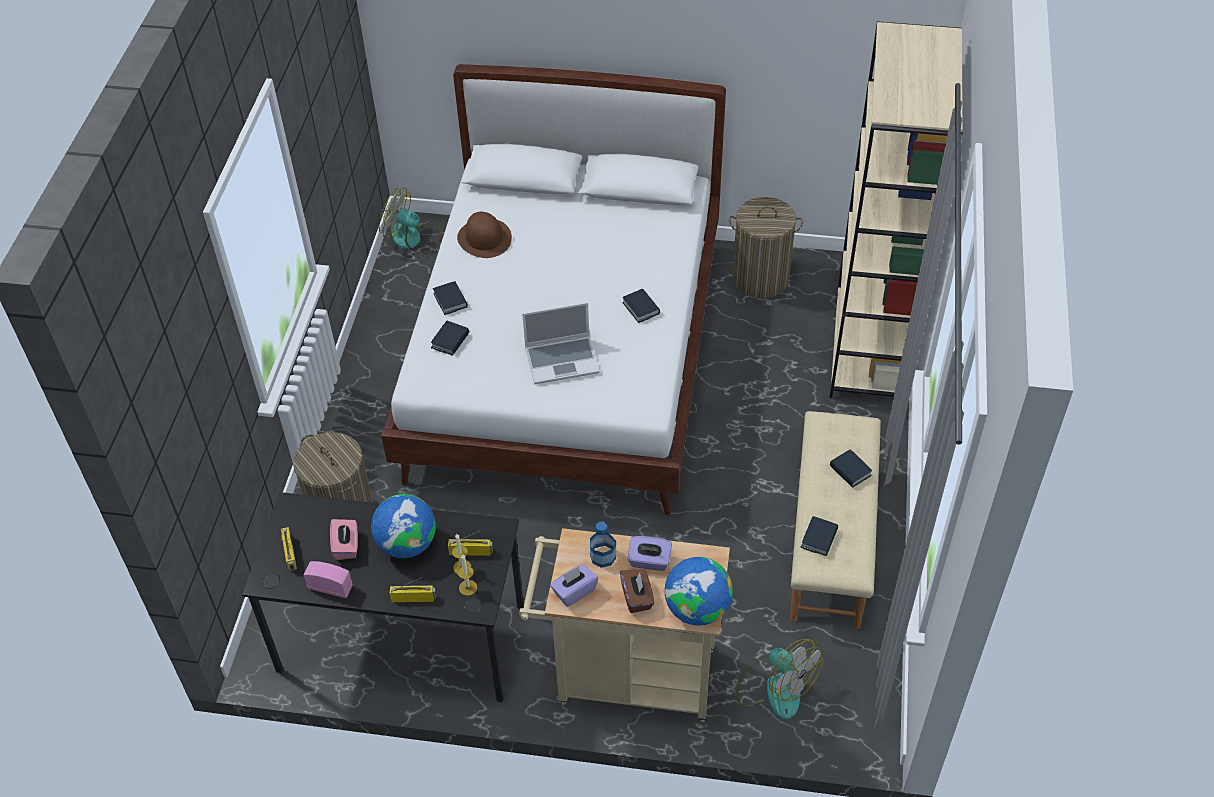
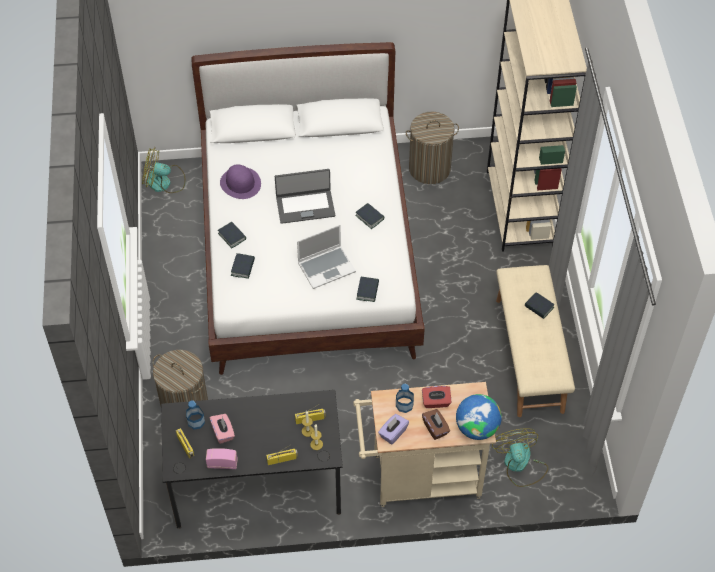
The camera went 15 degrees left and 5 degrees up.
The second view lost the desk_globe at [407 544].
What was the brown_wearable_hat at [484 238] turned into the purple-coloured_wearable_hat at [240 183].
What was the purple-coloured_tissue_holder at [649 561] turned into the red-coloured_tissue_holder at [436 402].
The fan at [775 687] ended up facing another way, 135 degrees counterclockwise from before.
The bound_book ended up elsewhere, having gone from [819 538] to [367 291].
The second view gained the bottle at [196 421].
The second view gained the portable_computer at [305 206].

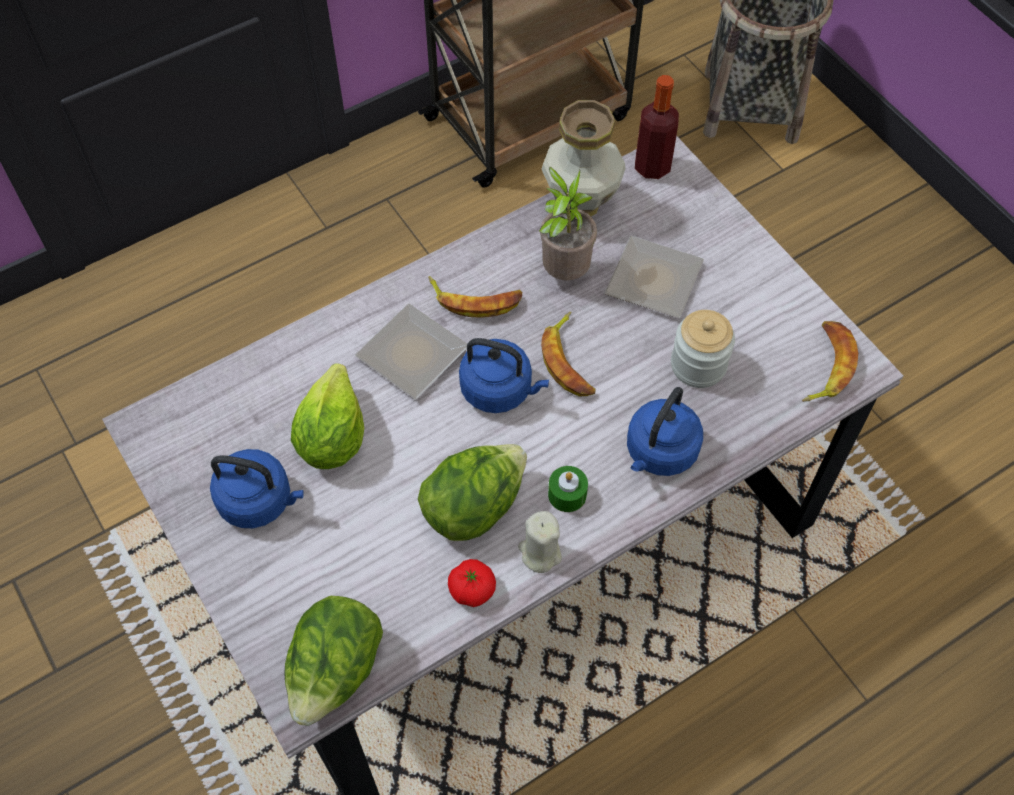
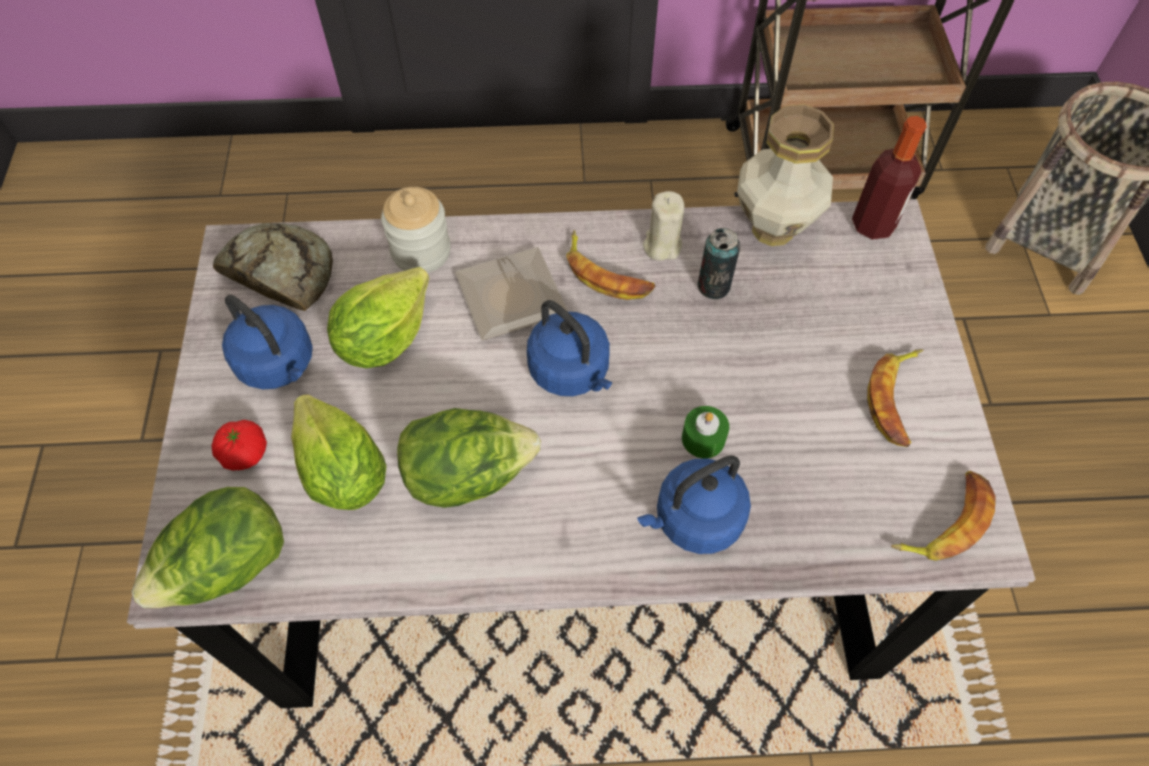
The camera went 30 degrees right and 0 degrees up.
The whole_tomato ended up elsewhere, having gone from [472 589] to [245 453].
The beige_candle ended up elsewhere, having gone from [540 553] to [662 245].
Where the houseplant stood at [564 271], the can came to stand at [713 286].
The banana ended up elsewhere, having gone from [569 361] to [896 400].
The green_candle ended up elsewhere, having gone from [567 494] to [703 438].
The second view lost the flat_dish at [655 283].
The storage_jar ended up elsewhere, having gone from [698 365] to [421 251].
The second view gained the baked_bread at [280 271].
The second view gained the head_of_lettuce at [343 473].

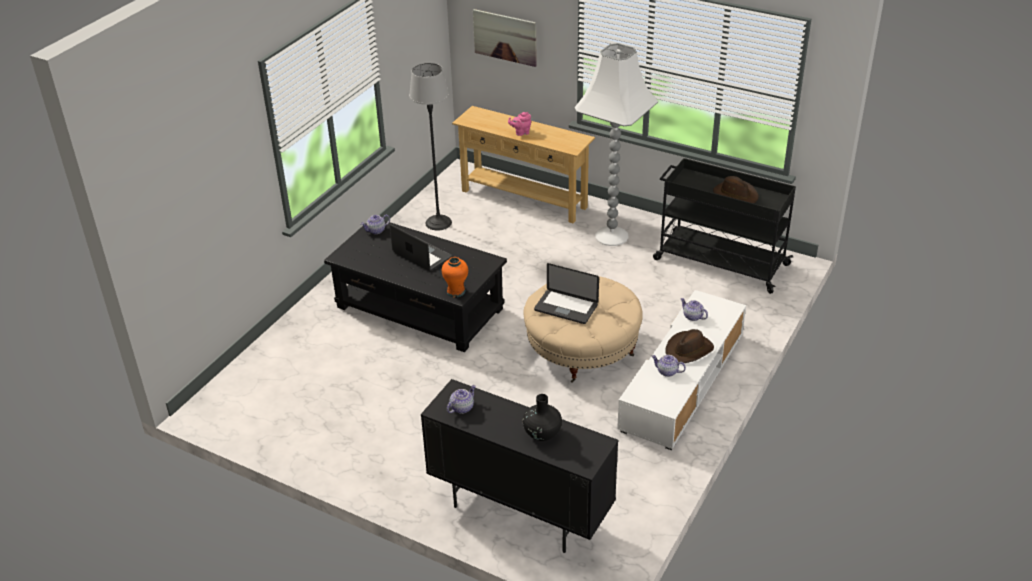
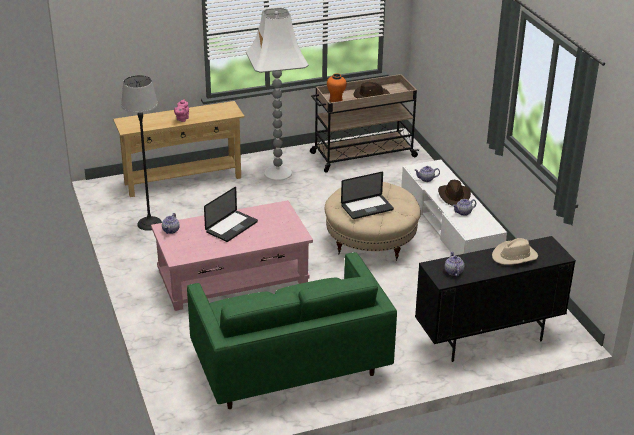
The camera went 50 degrees left and 5 degrees down.
What was the blackish_lounge_table at [419 307] turned into the pink_lounge_table at [232 277].
The portable_computer at [422 255] ended up facing another way, 135 degrees clockwise from before.
The orange_flower_vase ended up elsewhere, having gone from [456 292] to [336 101].
The second view lost the picture at [505 37].
Where the blackish_flower_vase stood at [542 433], the beige_wearable_hat came to stand at [514 256].
What was the blackish_cart at [719 262] turned into the beige_cart at [362 155].
The second view gained the green_sofa at [289 364].

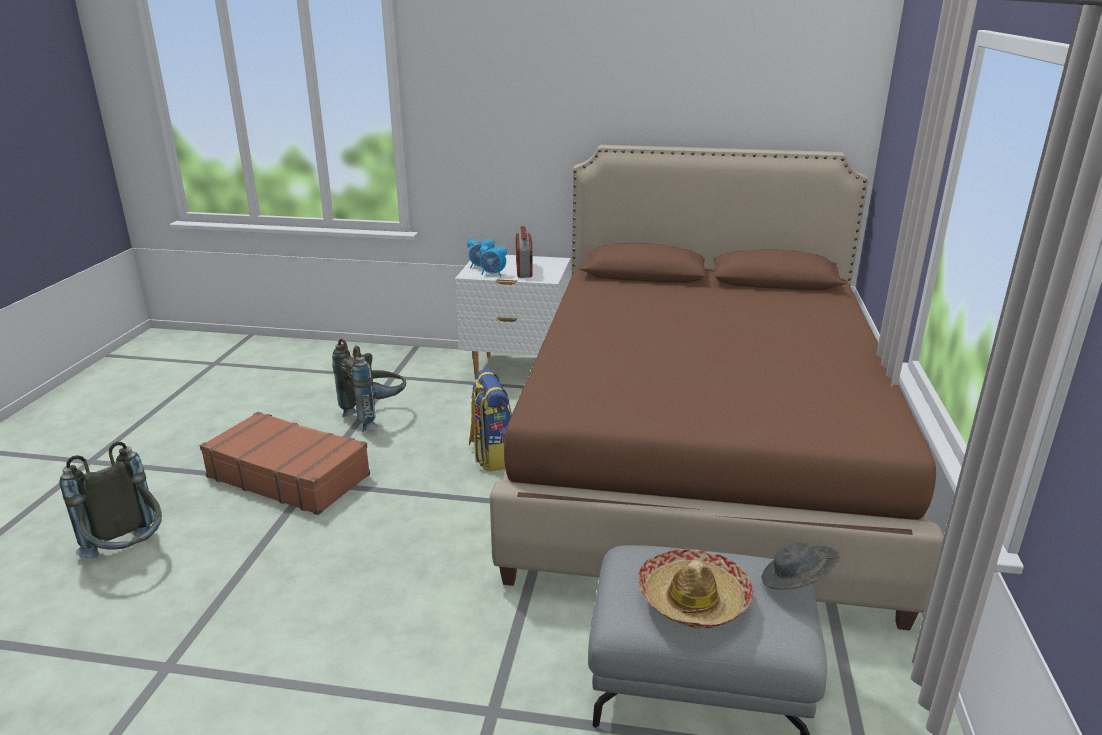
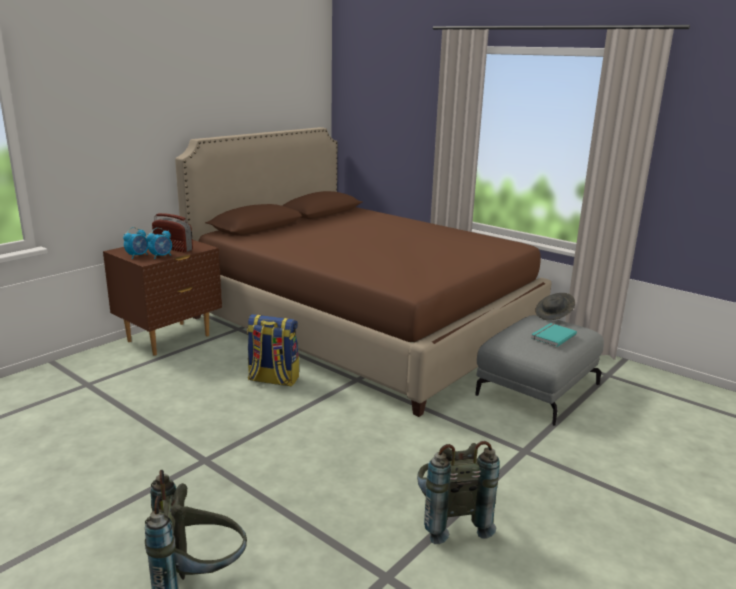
The camera went 60 degrees left and 5 degrees down.
The second view lost the brown_travel_case at [289 476].
The gray_knapsack ended up elsewhere, having gone from [376 416] to [449 520].
What was the white-coloured_nightstand at [516 370] turned into the brown_nightstand at [169 339].
Where the wearable_hat stood at [693 599], the blue-green_bound_book came to stand at [552 336].

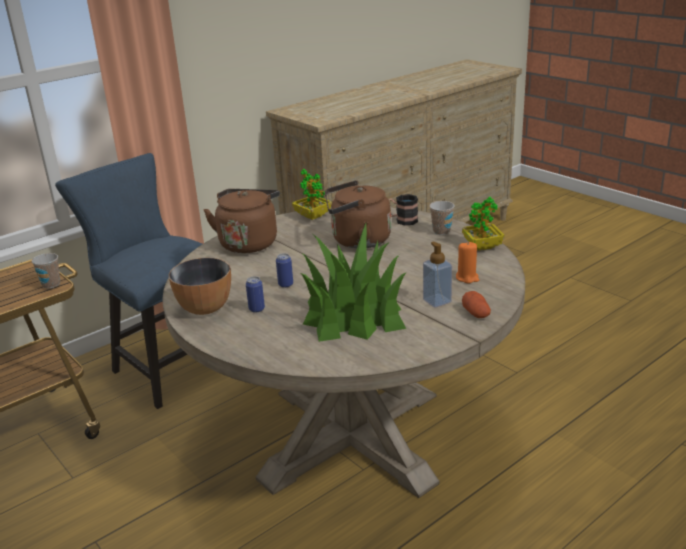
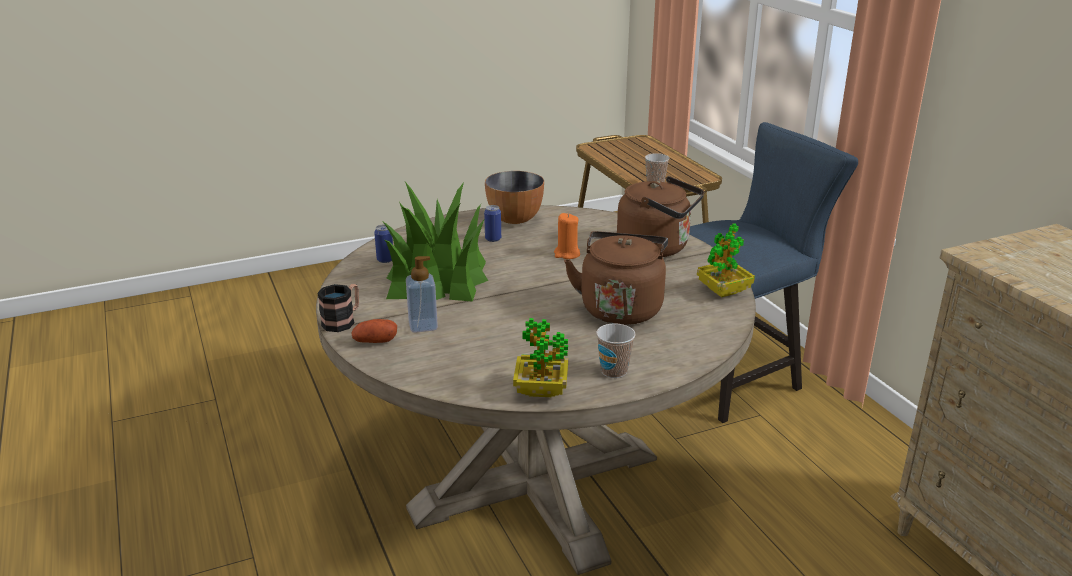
The camera went 105 degrees right and 0 degrees up.
The can ended up elsewhere, having gone from [285 284] to [385 260].
The tea_mug ended up elsewhere, having gone from [402 220] to [343 321].
The orange_candle ended up elsewhere, having gone from [467 278] to [567 254].

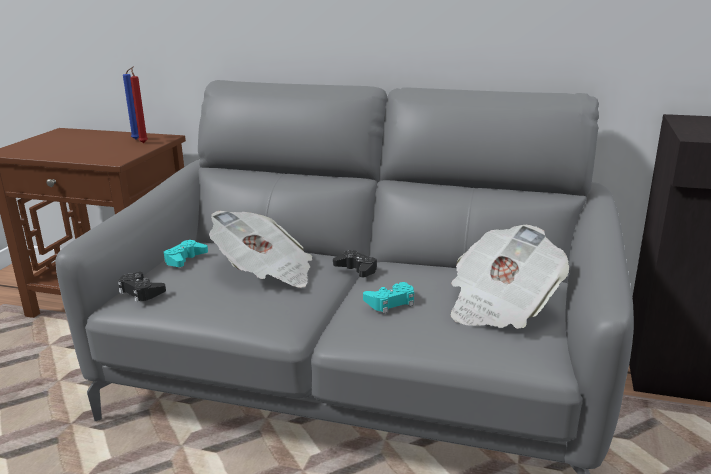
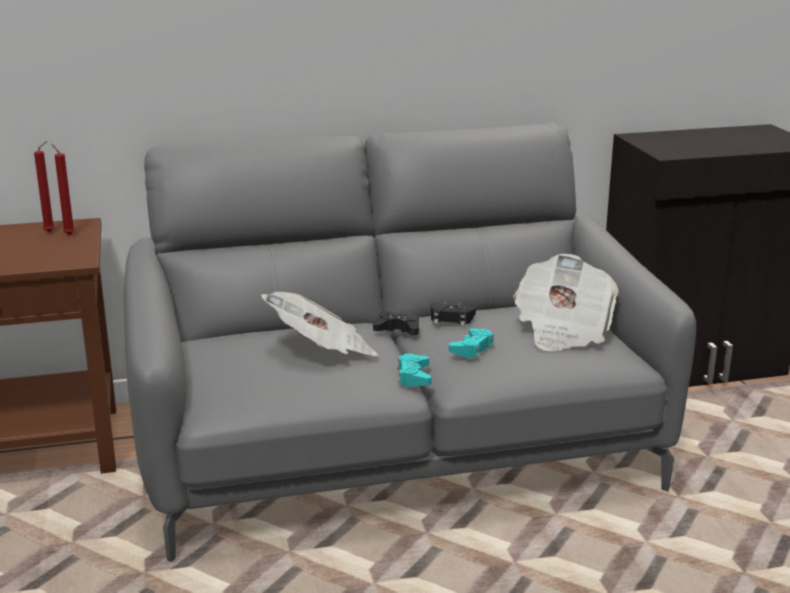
The camera went 30 degrees left and 0 degrees up.
The blackish_game_controller ended up elsewhere, having gone from [141 292] to [451 318].
What was the blue_candle at [137 139] turned into the red-coloured_candle at [51 231].
The blue-green_game_controller ended up elsewhere, having gone from [185 259] to [414 376].

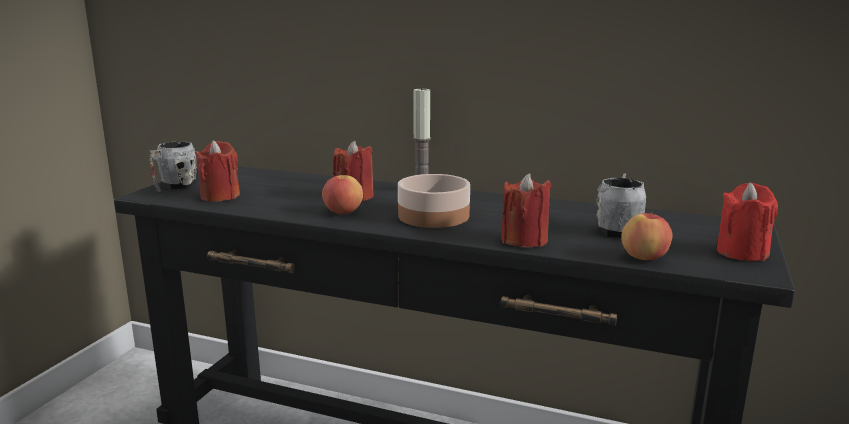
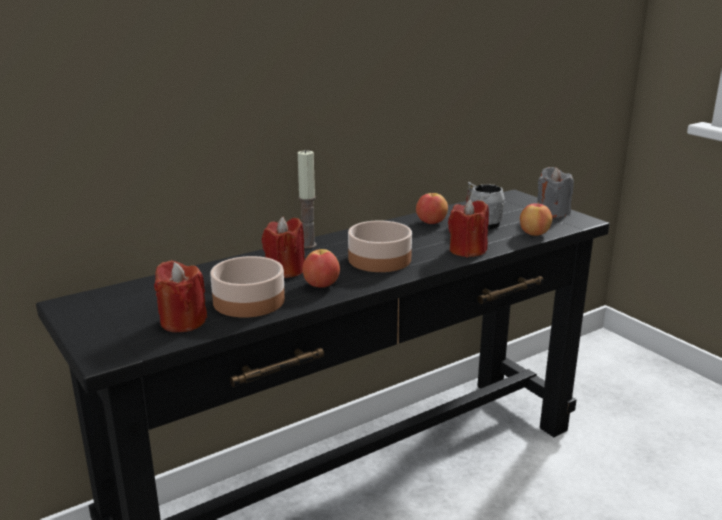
The camera went 55 degrees left and 5 degrees up.
The second view lost the gray_tea_mug at [174 186].
What was the red-coloured_candle at [742 252] turned into the gray_candle at [552 212].
The second view gained the serving_bowl at [250 301].
The second view gained the whole_apple at [431 222].

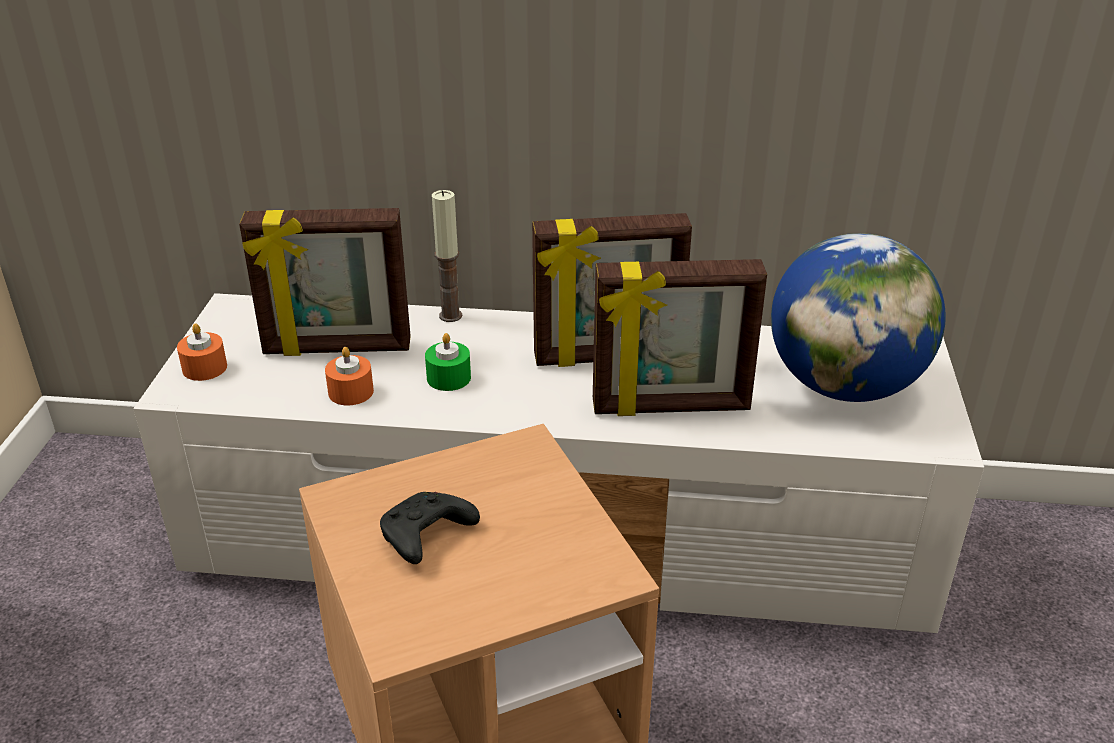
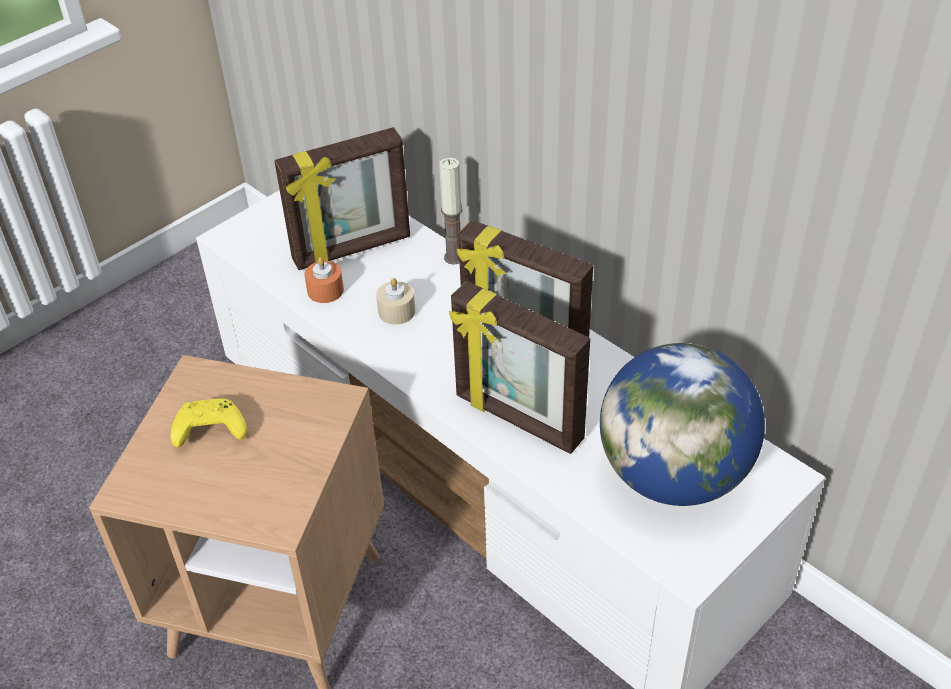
The camera went 40 degrees right and 10 degrees up.
The second view lost the orange_candle at [204 368].
The standing_frame at [337 349] ended up facing another way, 60 degrees counterclockwise from before.
What was the blackish_game_controller at [425 538] turned into the yellow-coloured_game_controller at [209 431].
What was the green_candle at [448 378] turned into the beige_candle at [396 311].

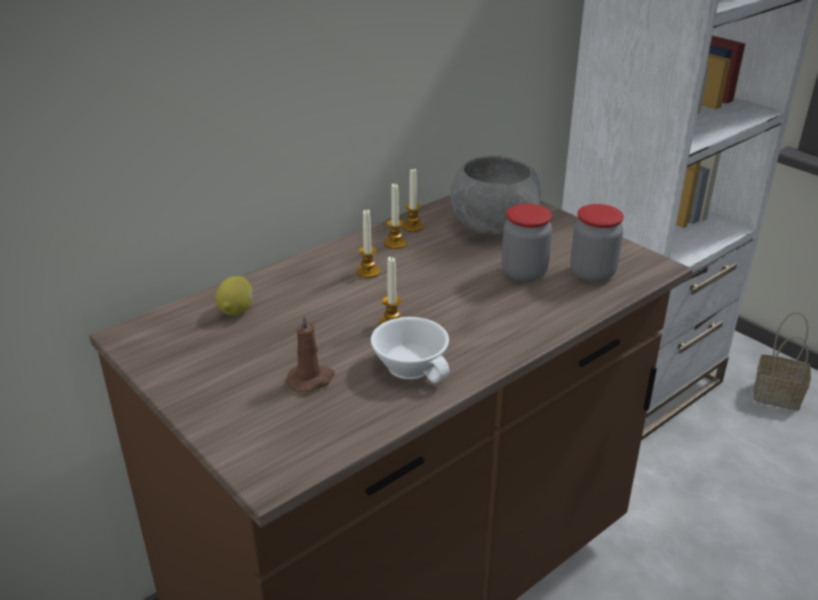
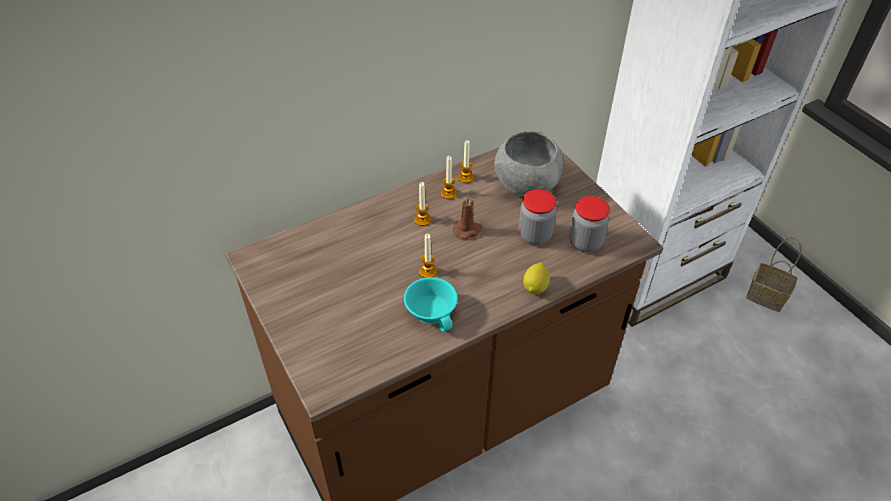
The camera went 10 degrees right and 15 degrees up.
The lemon ended up elsewhere, having gone from [237 310] to [535 287].
The brown_candle ended up elsewhere, having gone from [311 380] to [467 230].
What was the white-coloured_drinking_cup at [414 365] turned into the blue-green_drinking_cup at [433 312].

